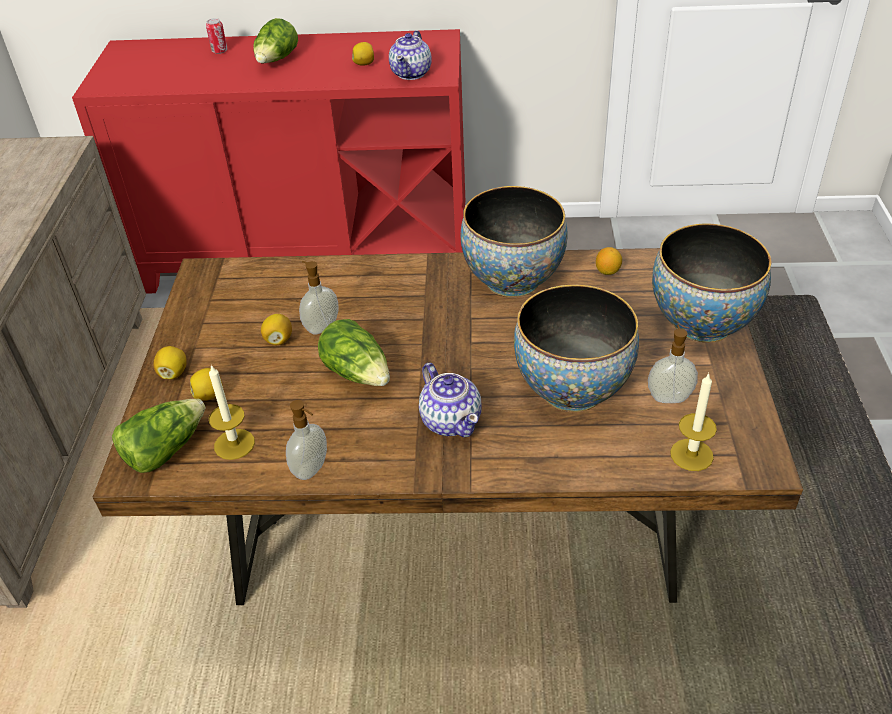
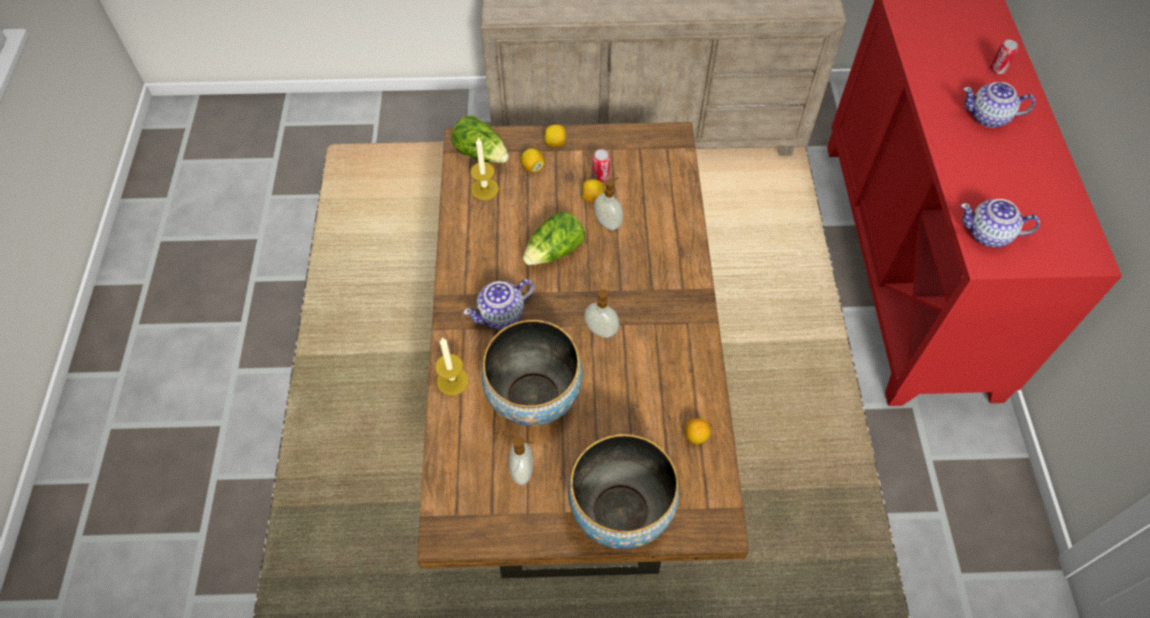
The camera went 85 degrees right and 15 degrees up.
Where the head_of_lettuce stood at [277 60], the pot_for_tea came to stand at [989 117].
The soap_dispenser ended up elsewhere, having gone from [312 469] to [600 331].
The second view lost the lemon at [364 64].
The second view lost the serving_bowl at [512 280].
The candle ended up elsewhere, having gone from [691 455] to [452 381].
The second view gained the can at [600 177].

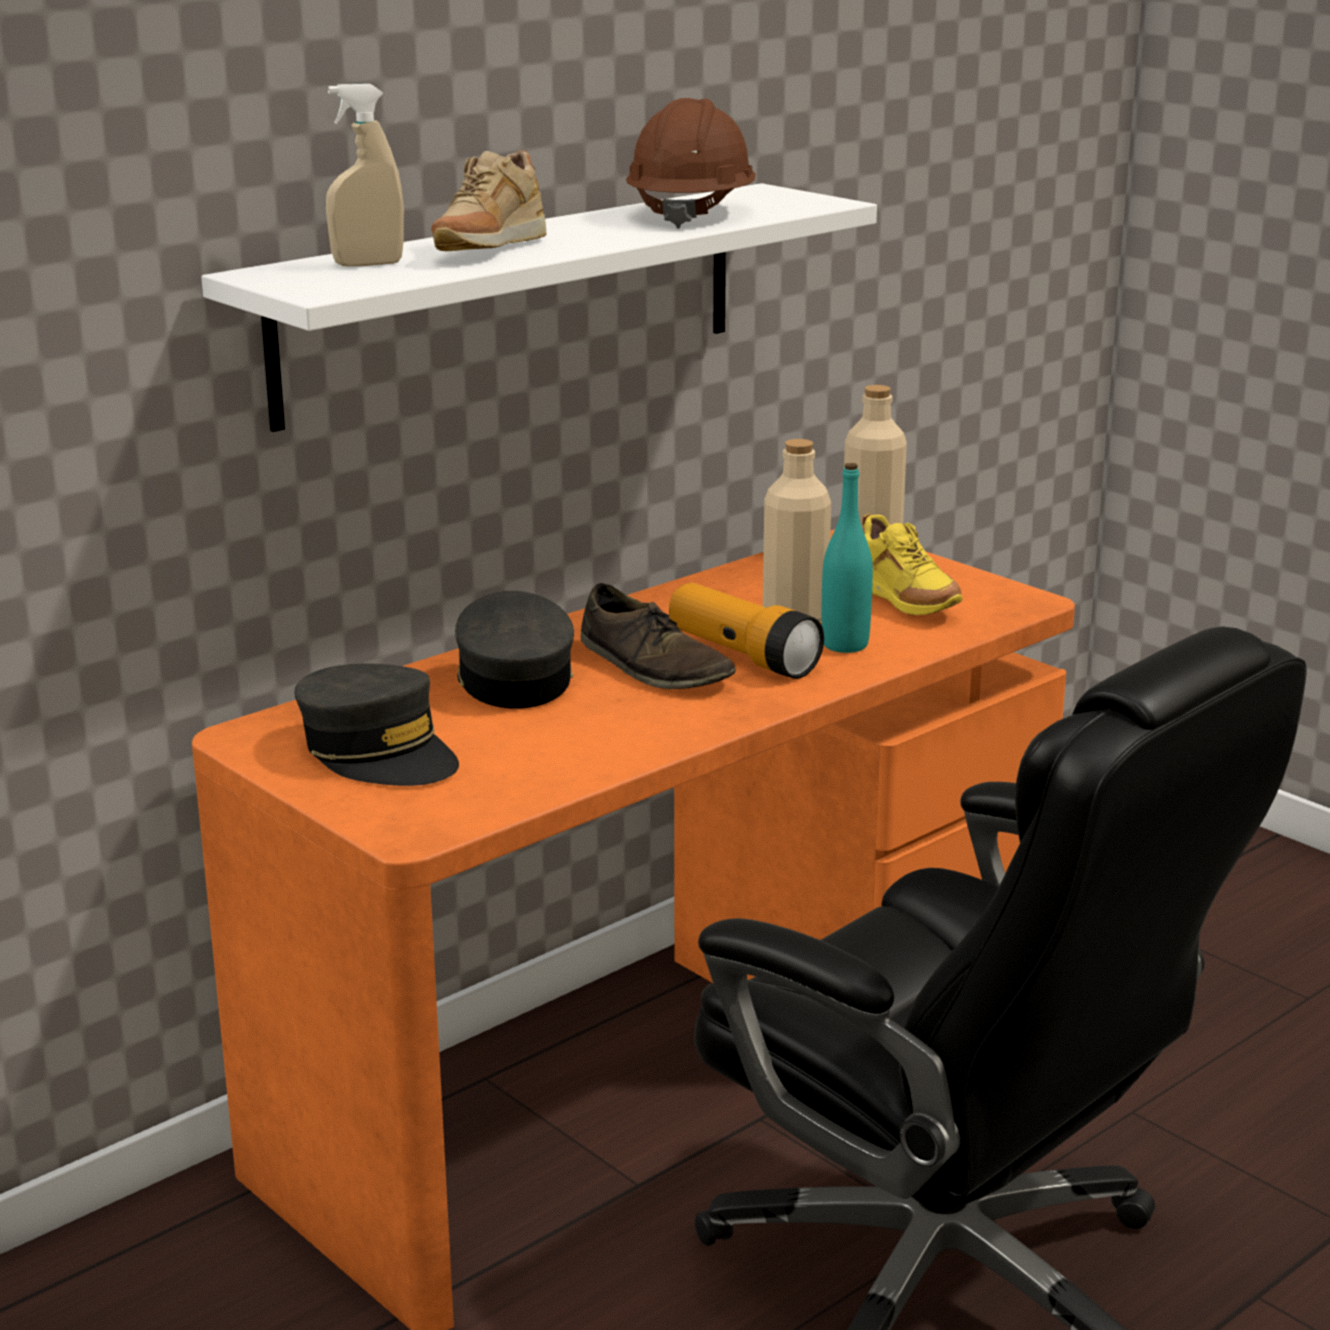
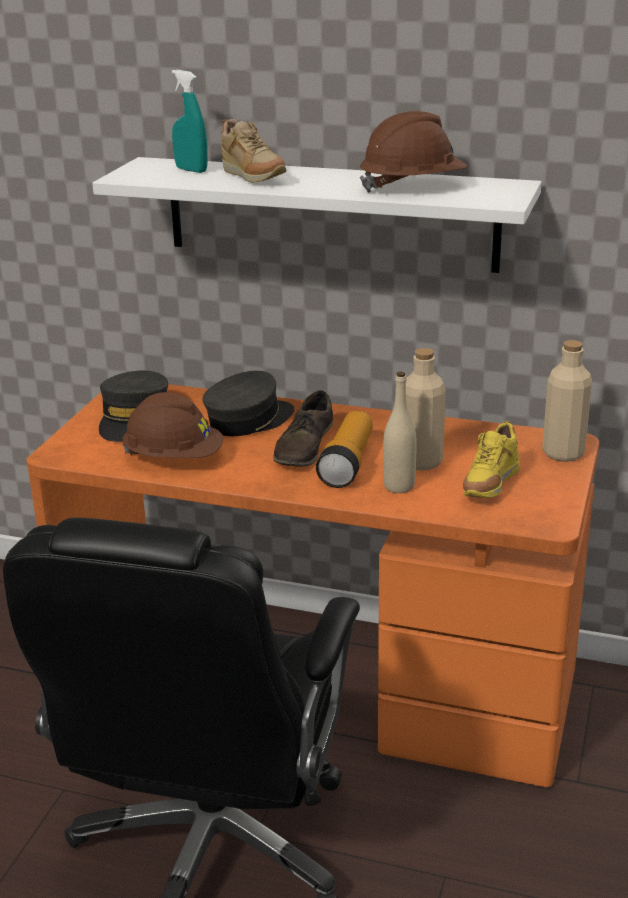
The camera went 60 degrees right and 5 degrees up.
What was the beige_hand_sprayer at [368 264] turned into the blue-green_hand_sprayer at [191 170].
The beige_shoe at [487 250] ended up facing another way, 120 degrees counterclockwise from before.
What was the blue-green_bottle at [845 645] turned into the beige_bottle at [399 486].
The second view gained the brown_safety_helmet at [174 458].

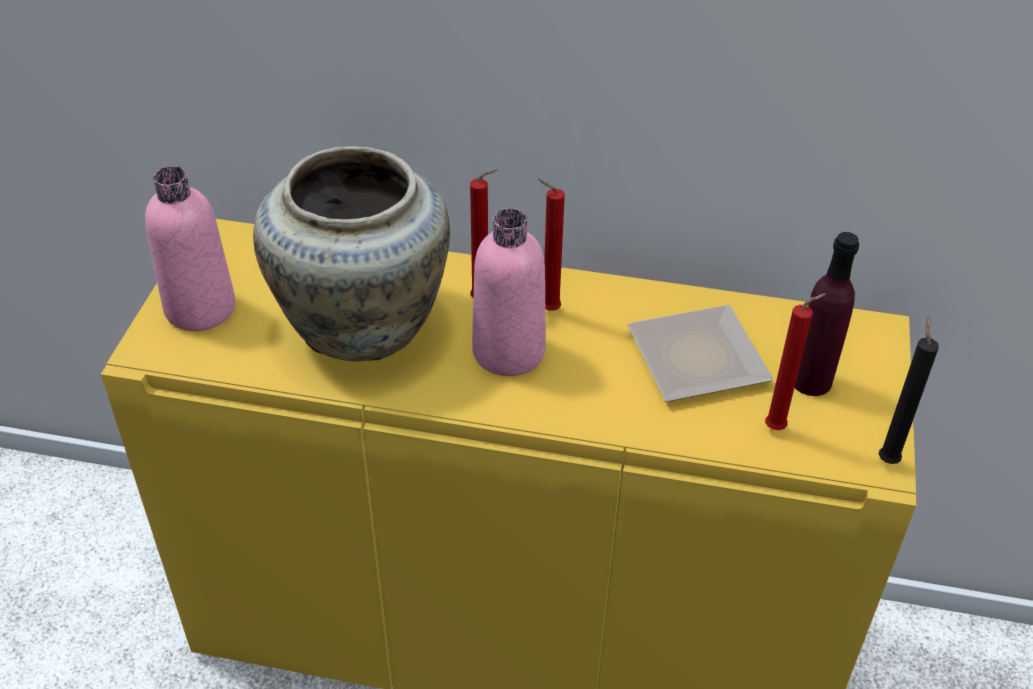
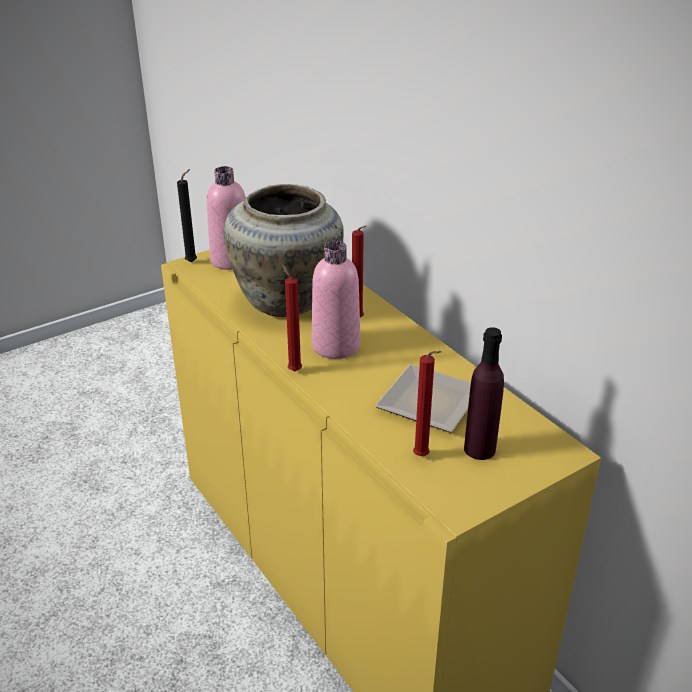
The camera went 45 degrees right and 10 degrees down.
The red-coloured_candle ended up elsewhere, having gone from [547 310] to [293 370].
The blackish_candle ended up elsewhere, having gone from [887 458] to [193 261].

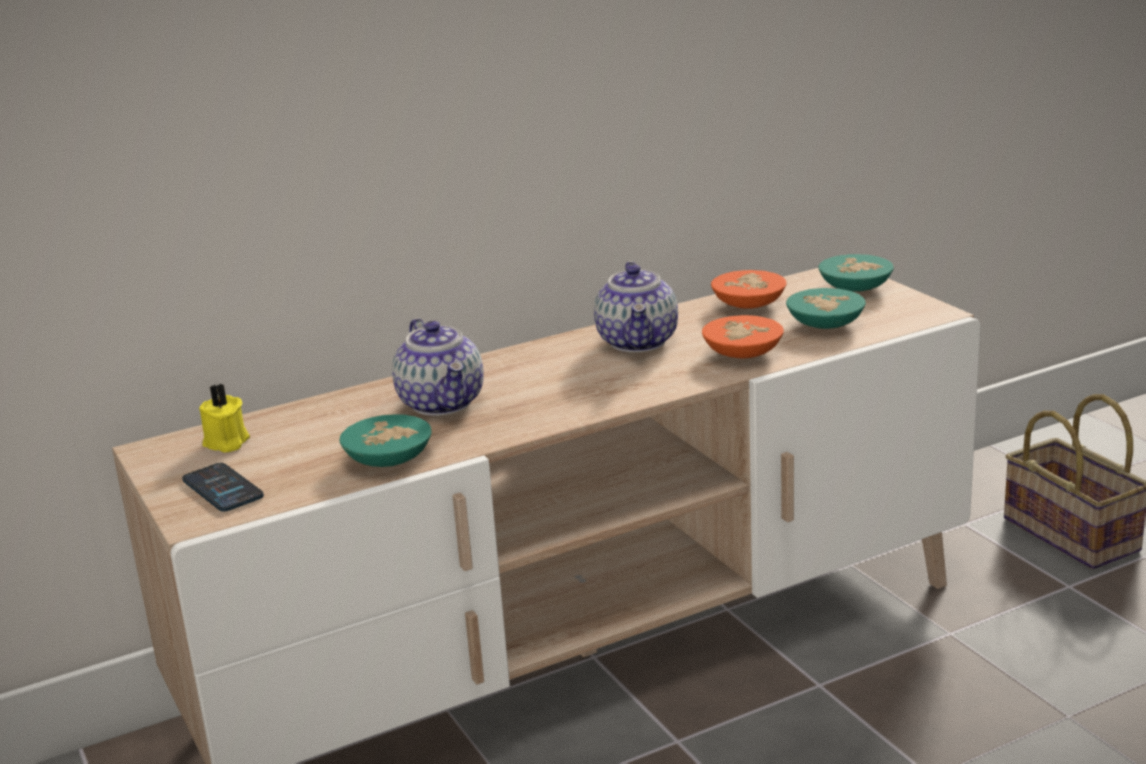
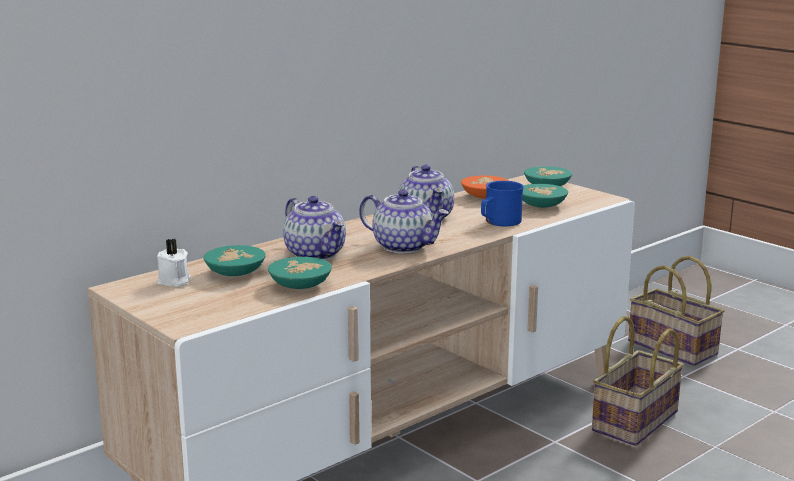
The camera went 15 degrees left and 5 degrees down.
The second view lost the telephone at [222 489].
What was the yellow-coloured_candle at [226 443] turned into the white-coloured_candle at [174 281].
Where the orange_serving_bowl stood at [741 354], the blue_tea_mug came to stand at [499 222].
The second view gained the blue-green_serving_bowl at [233 274].
The second view gained the pot_for_tea at [404 246].
The second view gained the storage_basket at [635 423].

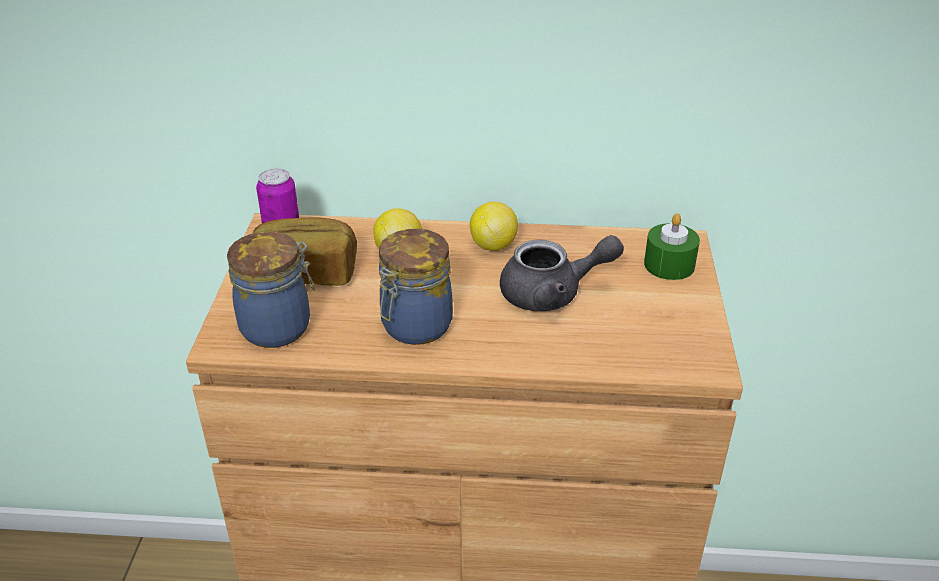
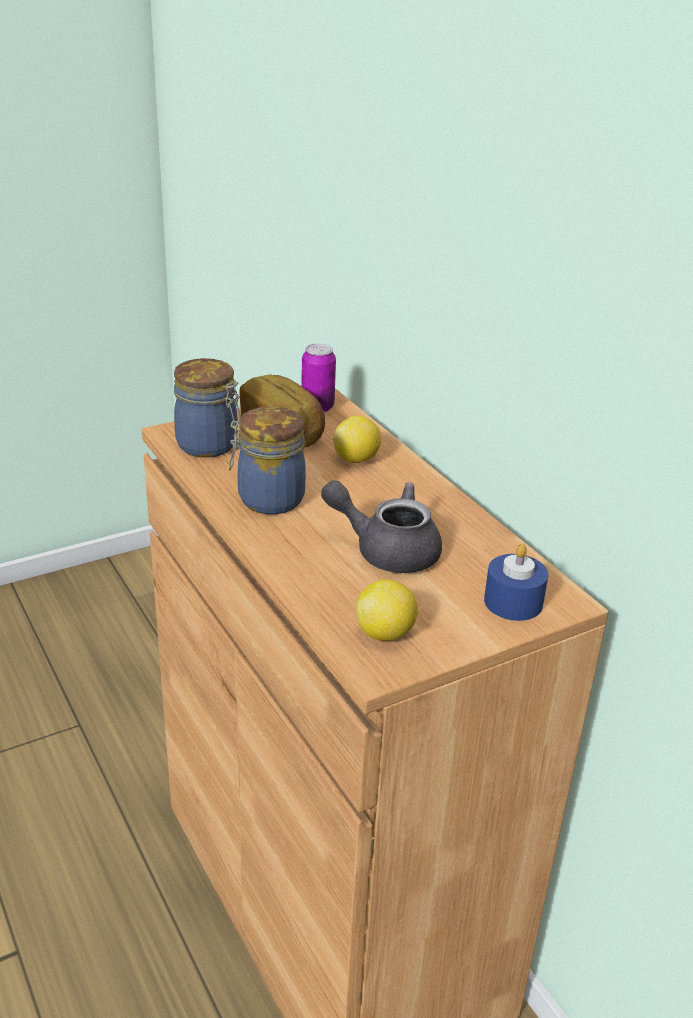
The camera went 55 degrees right and 5 degrees down.
The lemon ended up elsewhere, having gone from [493 245] to [385 633].
The gray_pot_for_tea at [552 294] ended up facing another way, 150 degrees clockwise from before.
What was the green_candle at [669 264] turned into the blue_candle at [513 602].

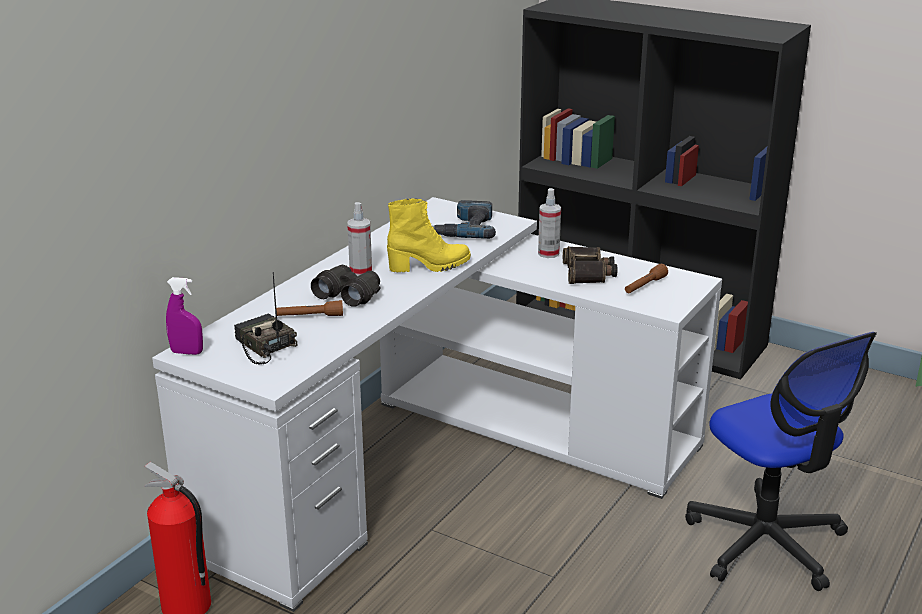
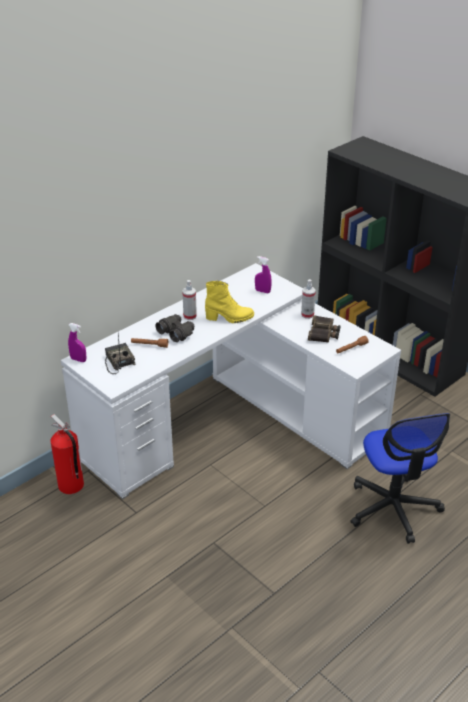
The camera went 15 degrees right and 10 degrees up.
Where the drill stood at [465 228], the purple-coloured_hand_sprayer came to stand at [262 291].

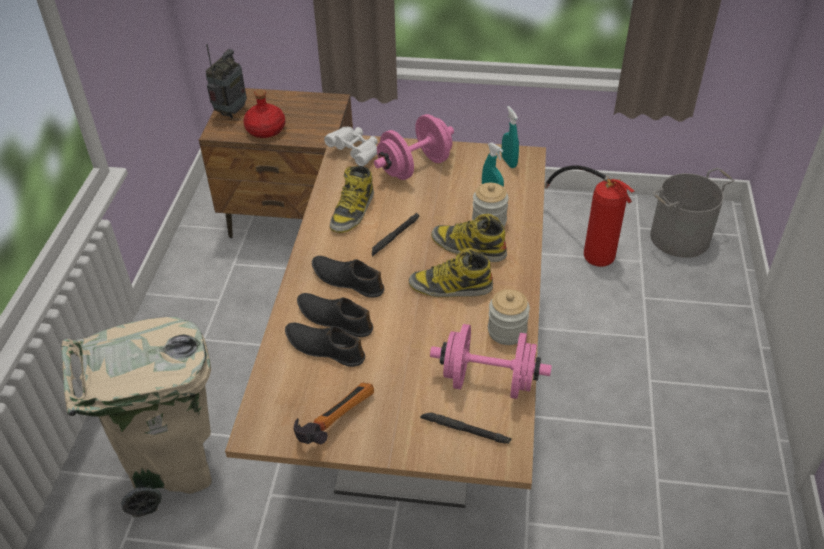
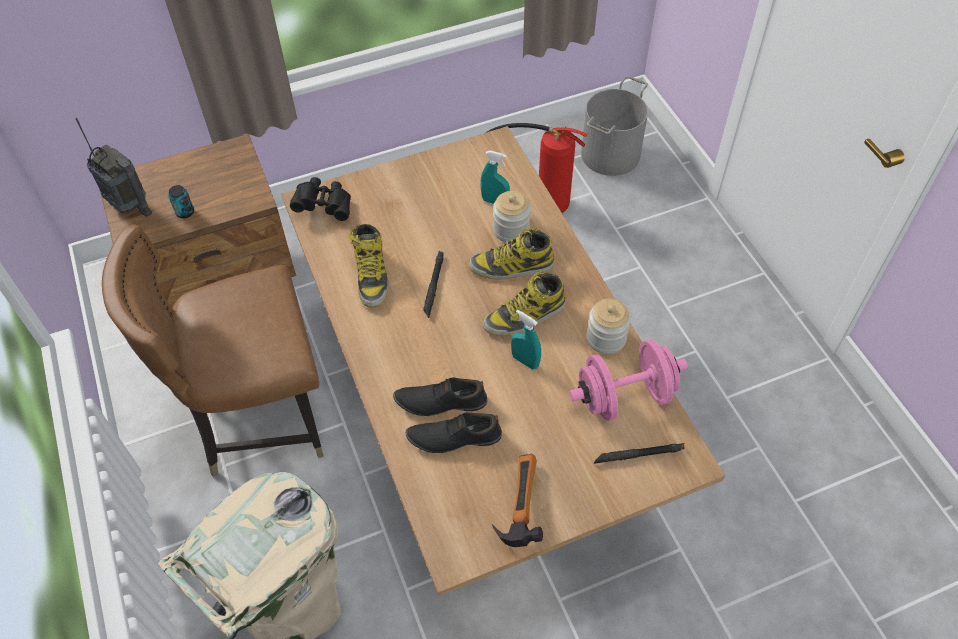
The camera went 30 degrees left and 10 degrees up.
The radio_set at [231 112] ended up facing another way, 135 degrees clockwise from before.
Where the red-coloured_bottle stood at [265 129], the can came to stand at [185 212].
The second view lost the blackish_shoe at [347 280].
What was the white-coloured_pair_of_binoculars at [355 152] turned into the blackish_pair_of_binoculars at [324 206].
The second view lost the pink_hand_weight at [415 167].
The blue-green_hand_sprayer ended up elsewhere, having gone from [509 162] to [525 361].
The second view gained the brown_plain_chair at [259 419].

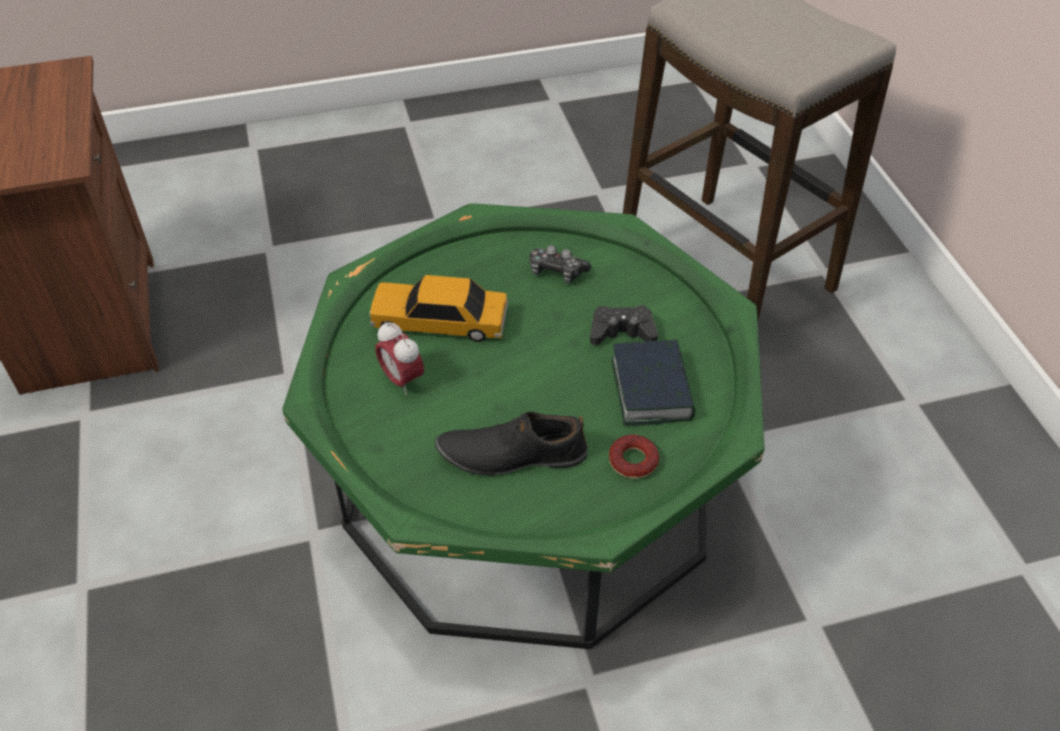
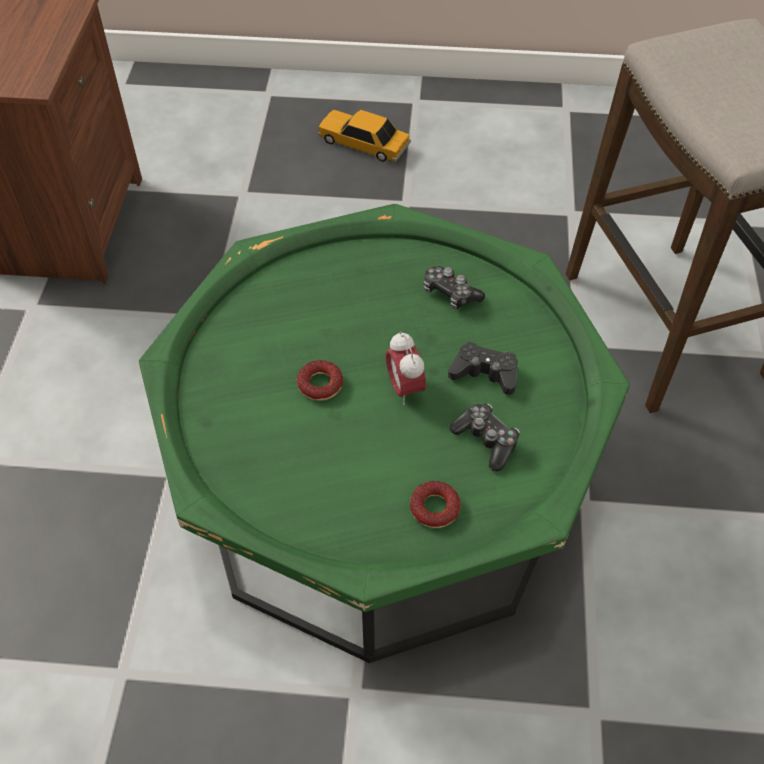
The camera went 20 degrees right and 5 degrees up.
The model_car ended up elsewhere, having gone from [439 321] to [363 143].
The table_clock ended up elsewhere, having gone from [402 379] to [405 388].
The second view lost the blackish_shoe at [512 454].
Where the bound_book stood at [651 389], the game_controller came to stand at [486 440].
The second view gained the donut at [320 384].

